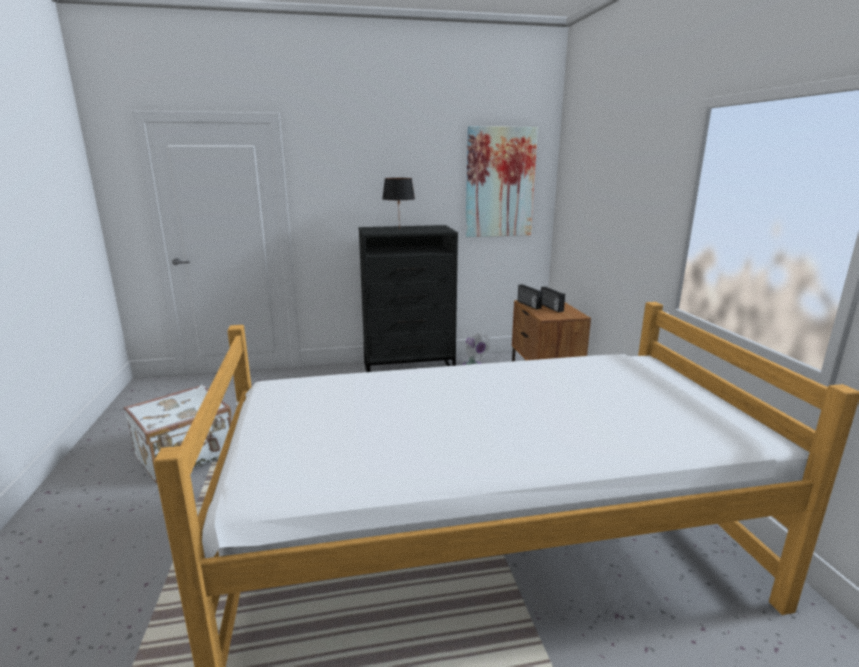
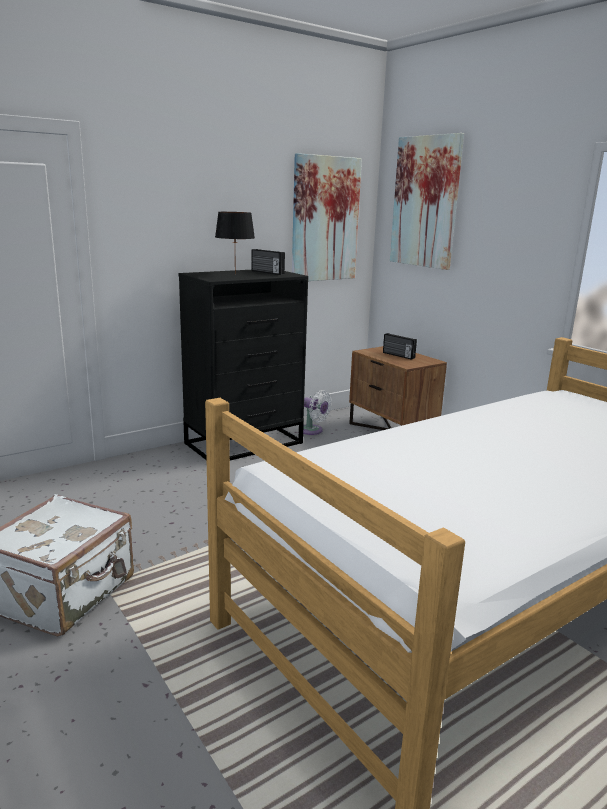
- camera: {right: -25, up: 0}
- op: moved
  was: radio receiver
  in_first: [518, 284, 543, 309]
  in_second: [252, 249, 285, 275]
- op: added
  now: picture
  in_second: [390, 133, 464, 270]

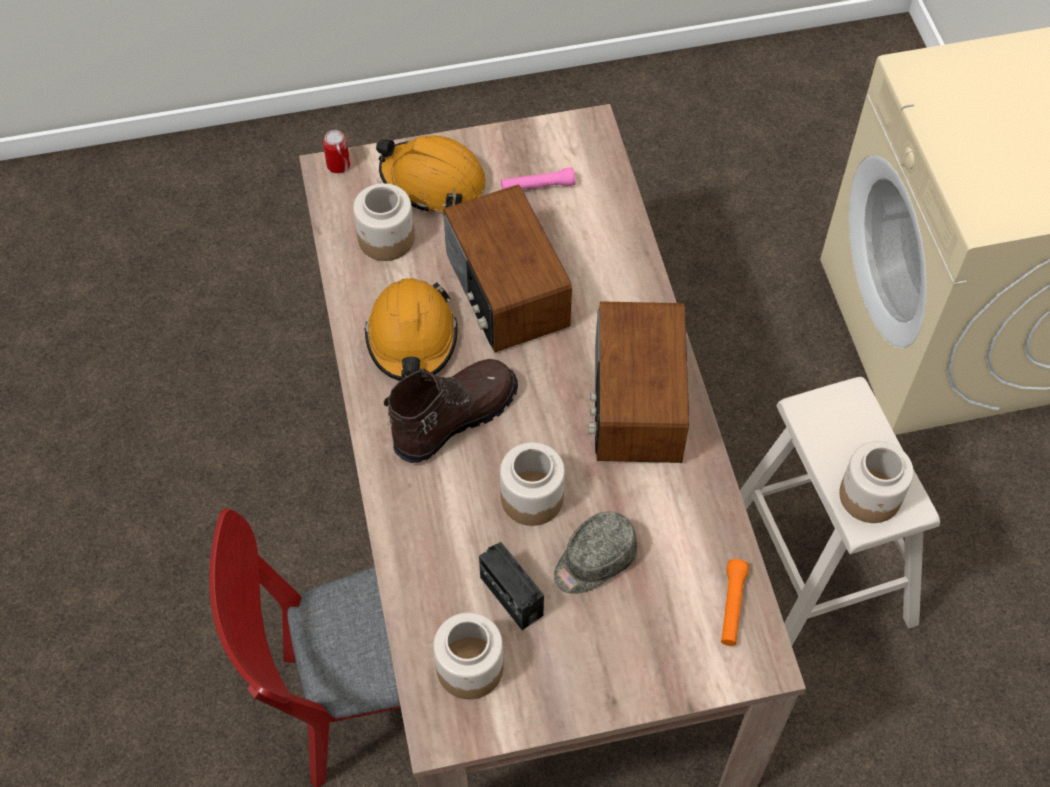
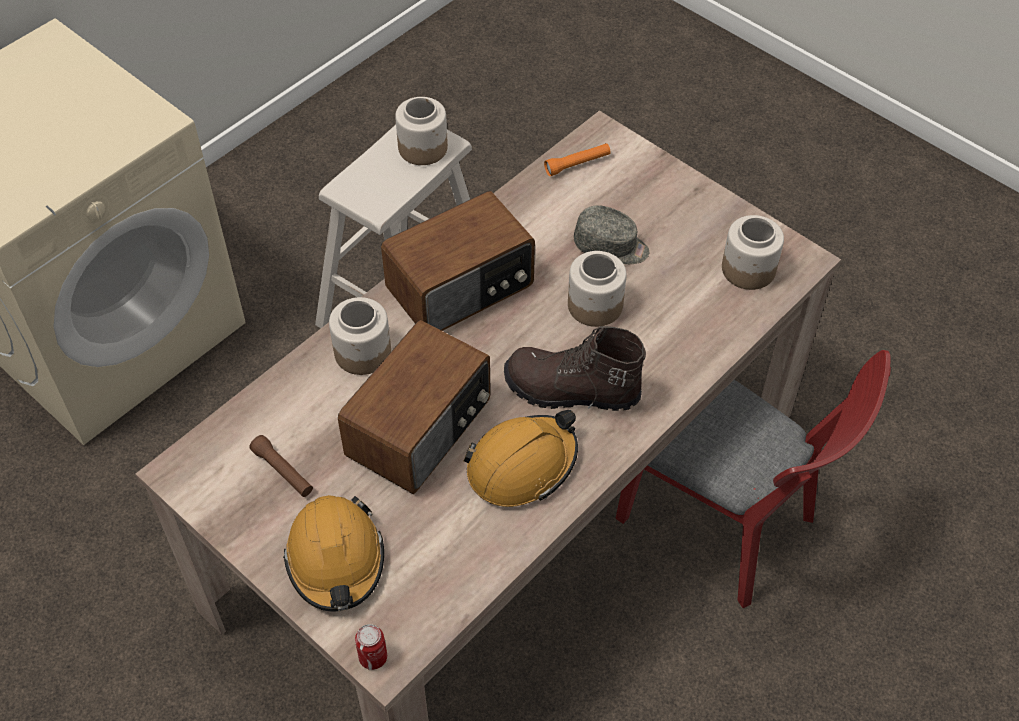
- camera: {right: -125, up: -5}
- op: recoloured
  was: hand torch (pink-coloured)
  now: hand torch (brownish)
  in_first: [501, 167, 575, 189]
  in_second: [249, 435, 313, 497]
- op: moved
  was: storage jar
  in_first: [353, 183, 415, 261]
  in_second: [329, 297, 391, 375]
- op: removed
  was: radio receiver
  in_first: [479, 542, 544, 630]

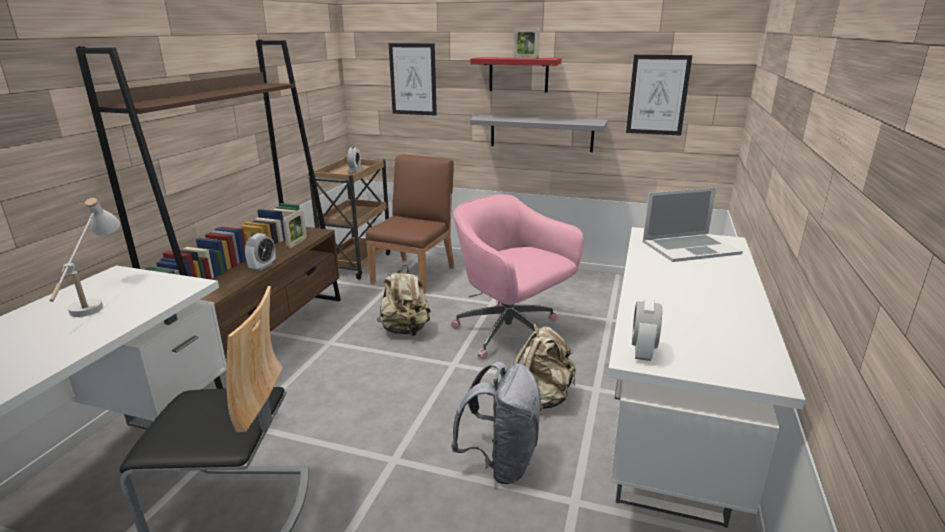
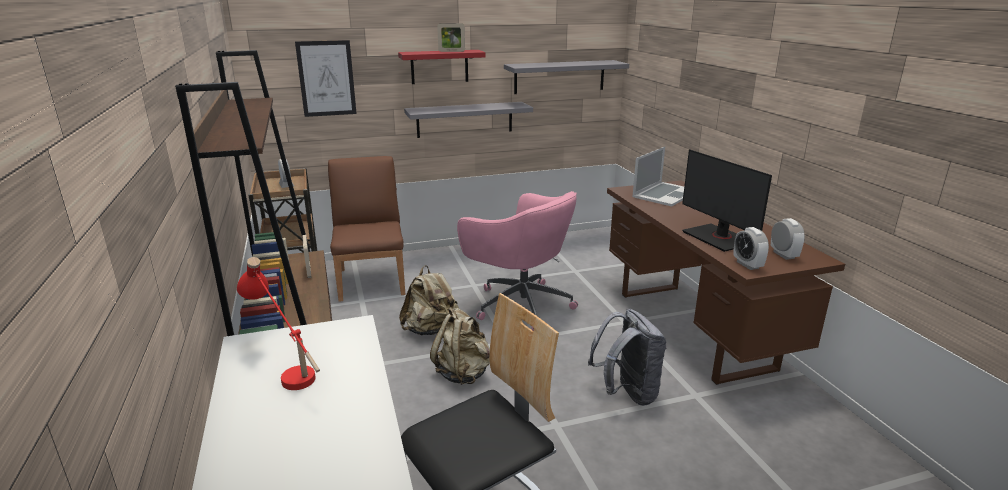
- camera: {right: -35, up: 0}
- op: recoloured
  was: table lamp (whitish)
  now: table lamp (red-coloured)
  in_first: [49, 198, 120, 317]
  in_second: [237, 257, 320, 390]
- op: moved
  was: rucksack (sand-coloured)
  in_first: [513, 323, 576, 411]
  in_second: [430, 307, 490, 385]
- op: turned
  was: office chair (pink-coloured)
  in_first: [451, 195, 584, 360]
  in_second: [457, 191, 578, 331]
  clockwise: -150
- op: replaced
  was: picture
  now: bracket shelf (greyish)
  in_first: [626, 55, 692, 136]
  in_second: [504, 60, 629, 94]
- op: recoloured
  was: desk (whitish)
  now: desk (brownish)
  in_first: [608, 227, 806, 528]
  in_second: [607, 180, 845, 385]
- op: added
  now: computer display
  in_second: [682, 149, 772, 252]
- op: moved
  was: alarm clock
  in_first: [245, 233, 276, 271]
  in_second: [771, 218, 805, 260]

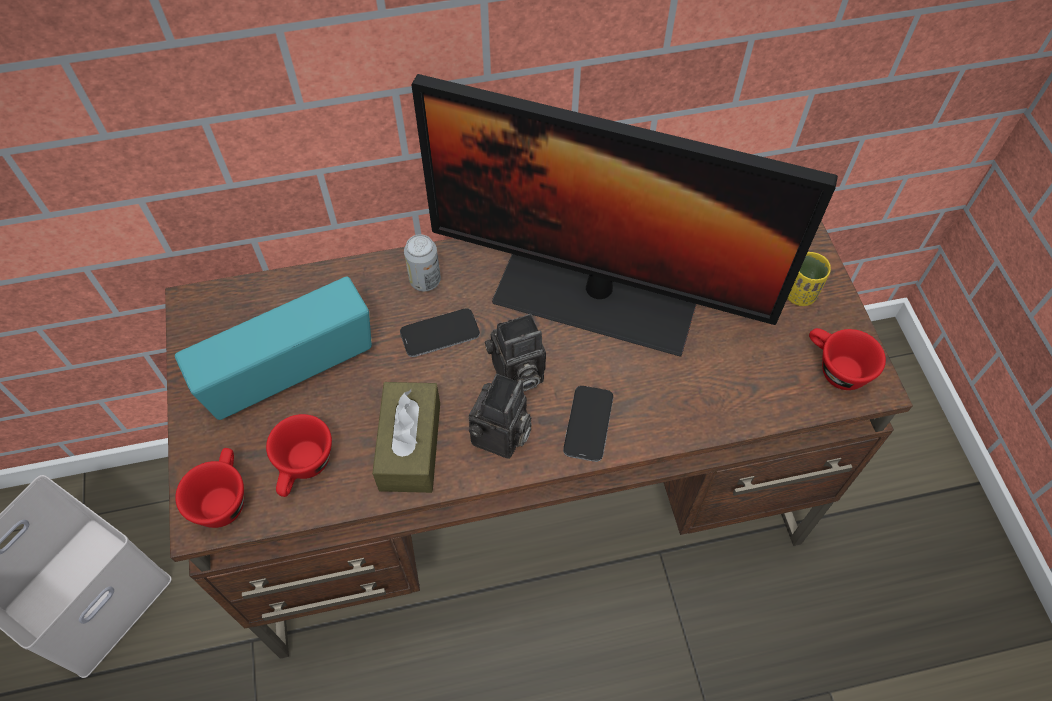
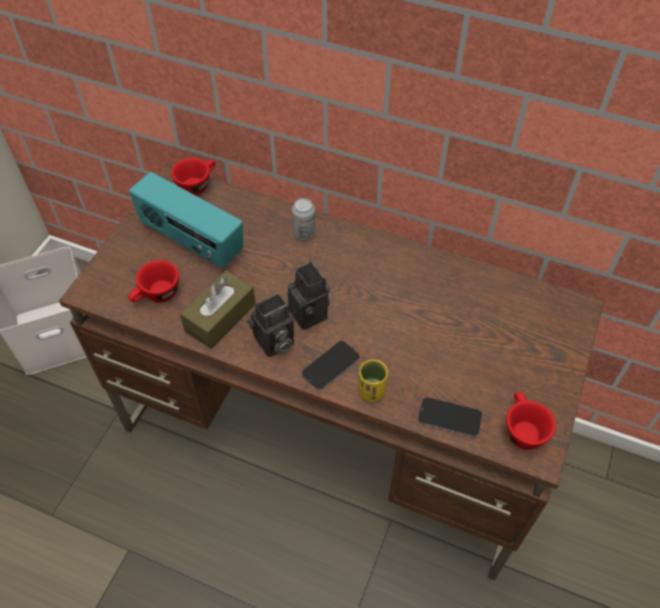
- camera: {right: 35, up: -5}
- op: turned
  was: radio receiver
  in_first: [175, 277, 372, 420]
  in_second: [129, 172, 243, 268]
  clockwise: -150
- op: moved
  was: cup (red-coloured)
  in_first: [175, 448, 244, 528]
  in_second: [171, 158, 215, 195]
- op: turned
  was: photo camera
  in_first: [485, 314, 546, 391]
  in_second: [288, 260, 330, 330]
  clockwise: -135
- op: moved
  was: cup (yellow)
  in_first: [787, 252, 831, 306]
  in_second: [358, 360, 388, 402]
- op: moved
  was: phone
  in_first: [400, 308, 480, 357]
  in_second: [418, 398, 482, 437]
- op: removed
  was: computer display
  in_first: [412, 74, 838, 357]

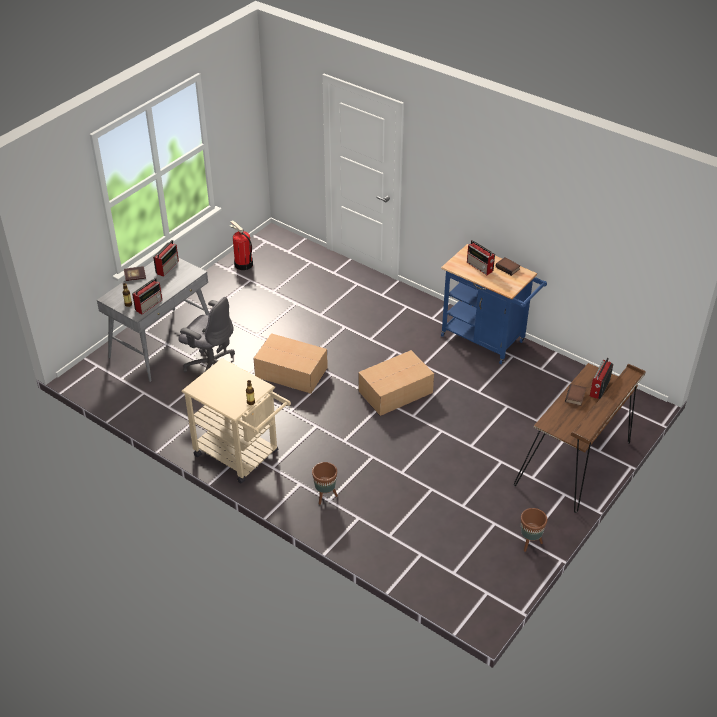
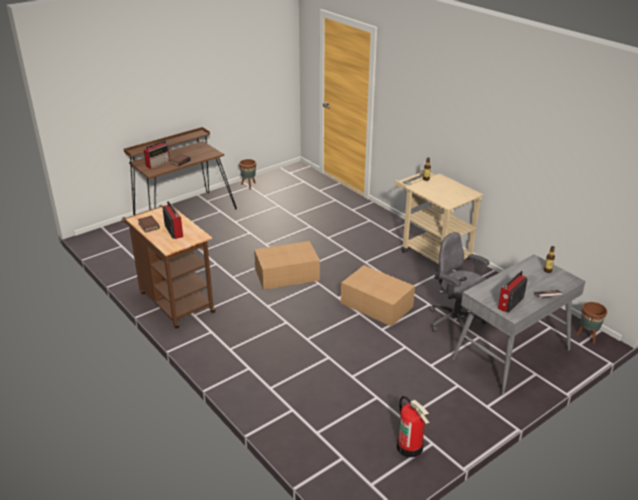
- camera: {right: -165, up: -10}
- op: recoloured
  was: wheeled cart (bluish)
  now: wheeled cart (brownish)
  in_first: [441, 244, 547, 364]
  in_second: [122, 205, 216, 330]
- op: moved
  was: plant pot (brownish)
  in_first: [312, 462, 338, 505]
  in_second: [576, 302, 607, 344]
- op: removed
  was: radio receiver
  in_first: [132, 278, 162, 314]

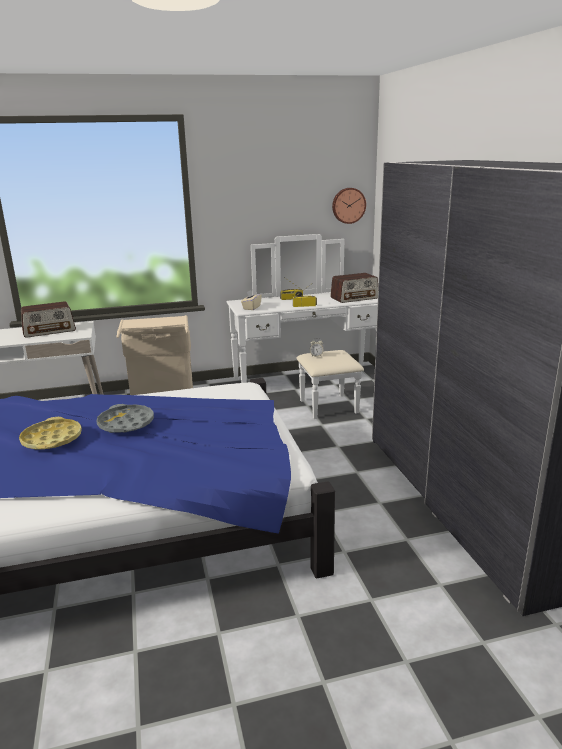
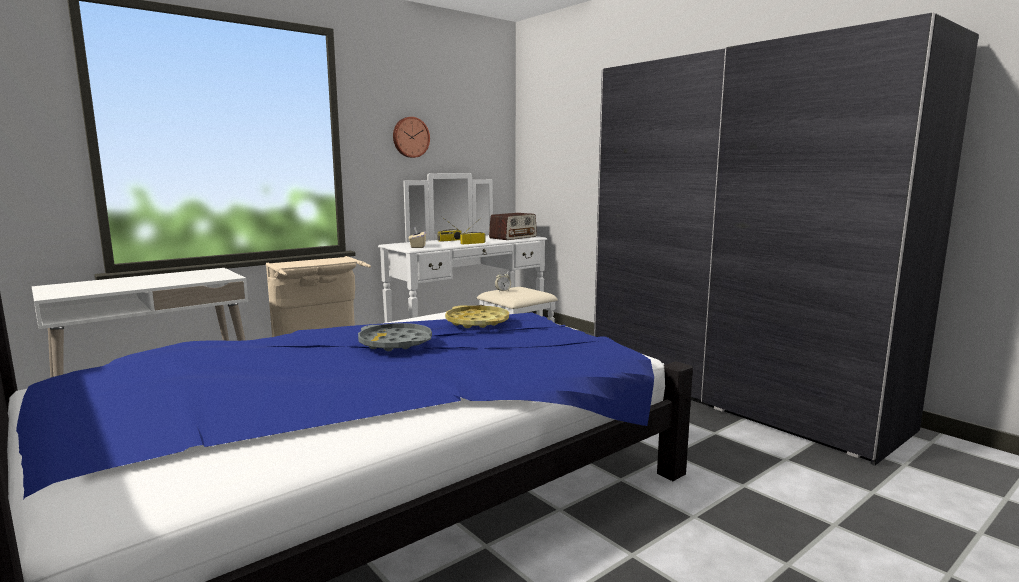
- camera: {right: -25, up: -10}
- op: moved
  was: wall clock
  in_first: [332, 188, 366, 224]
  in_second: [393, 117, 430, 158]
- op: moved
  was: carrying tray (yellow)
  in_first: [19, 417, 82, 449]
  in_second: [445, 305, 509, 328]
- op: removed
  was: radio receiver
  in_first: [21, 301, 76, 338]

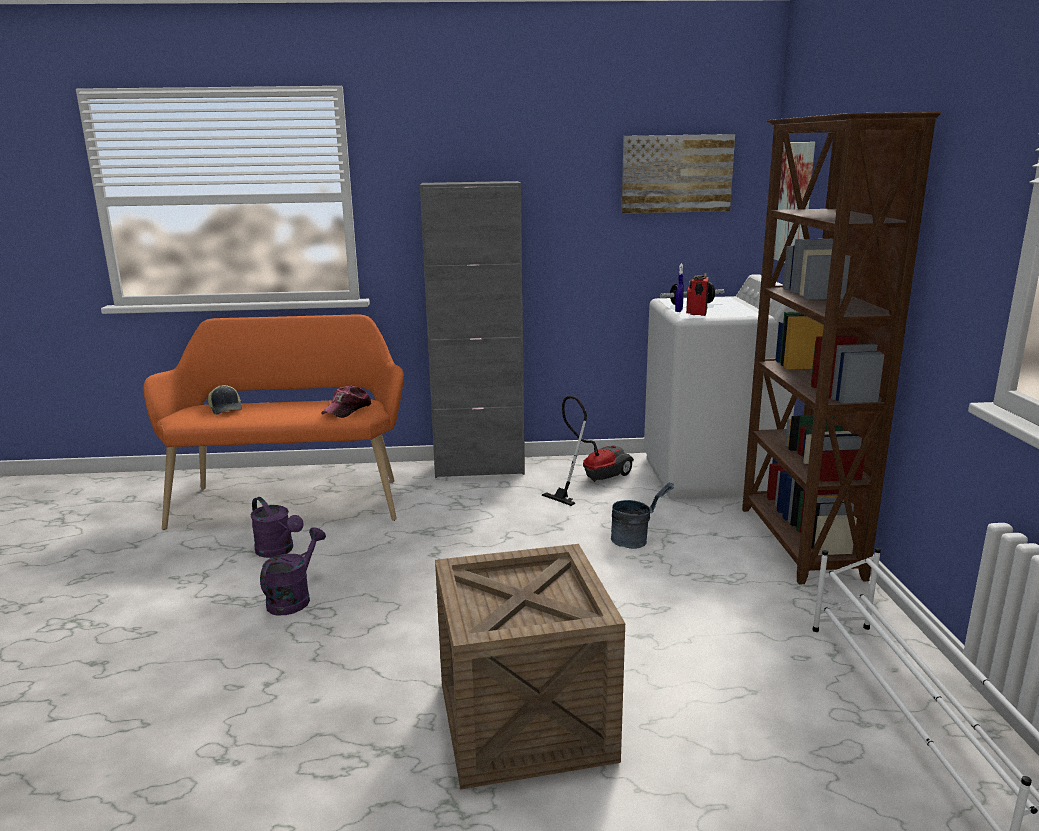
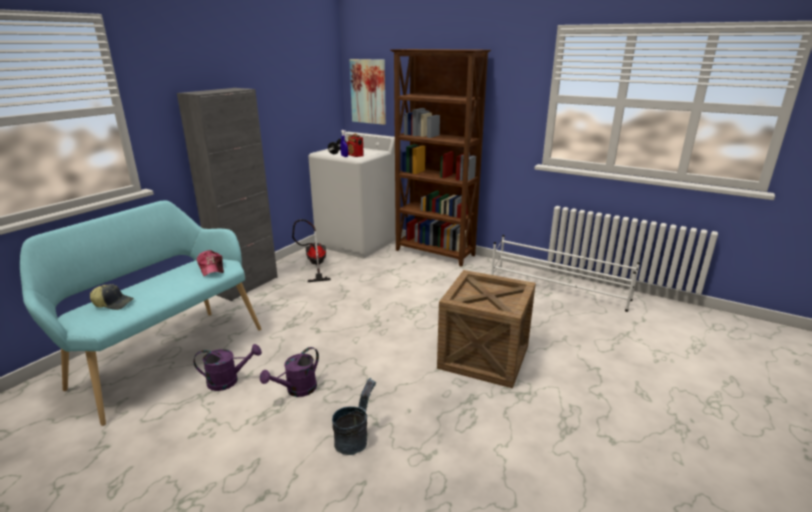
- camera: {right: -55, up: 5}
- op: recoloured
  was: long seat (orangey)
  now: long seat (turquoise)
  in_first: [143, 314, 404, 530]
  in_second: [20, 200, 261, 426]
- op: turned
  was: watering pot (purplish)
  in_first: [260, 527, 326, 615]
  in_second: [260, 347, 319, 397]
  clockwise: -105
- op: moved
  was: water bucket (greyish)
  in_first: [611, 482, 674, 549]
  in_second: [332, 378, 376, 455]
- op: removed
  was: picture
  in_first: [621, 134, 735, 213]

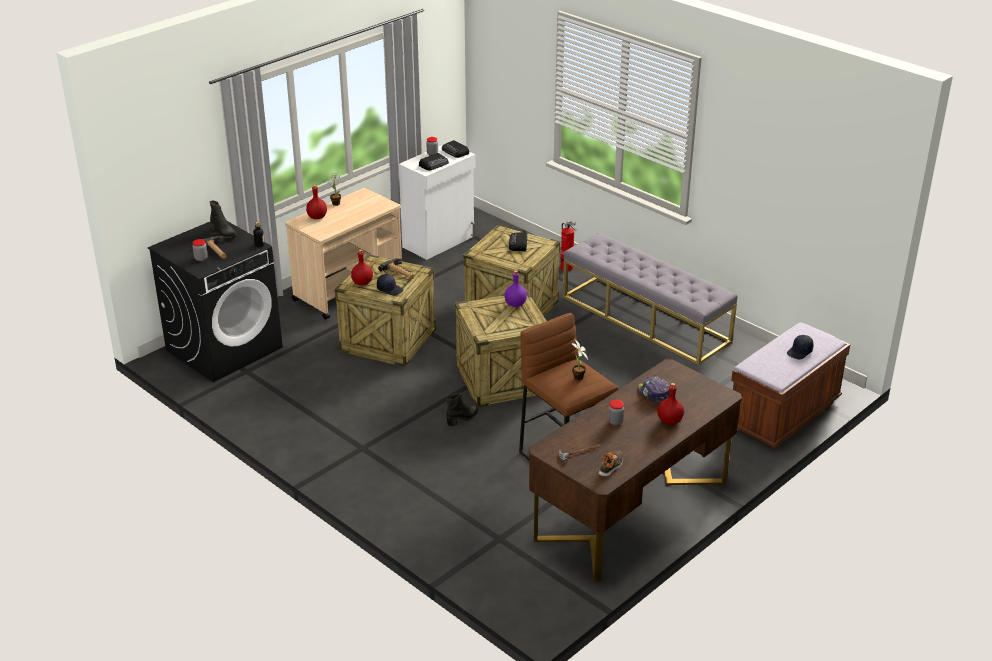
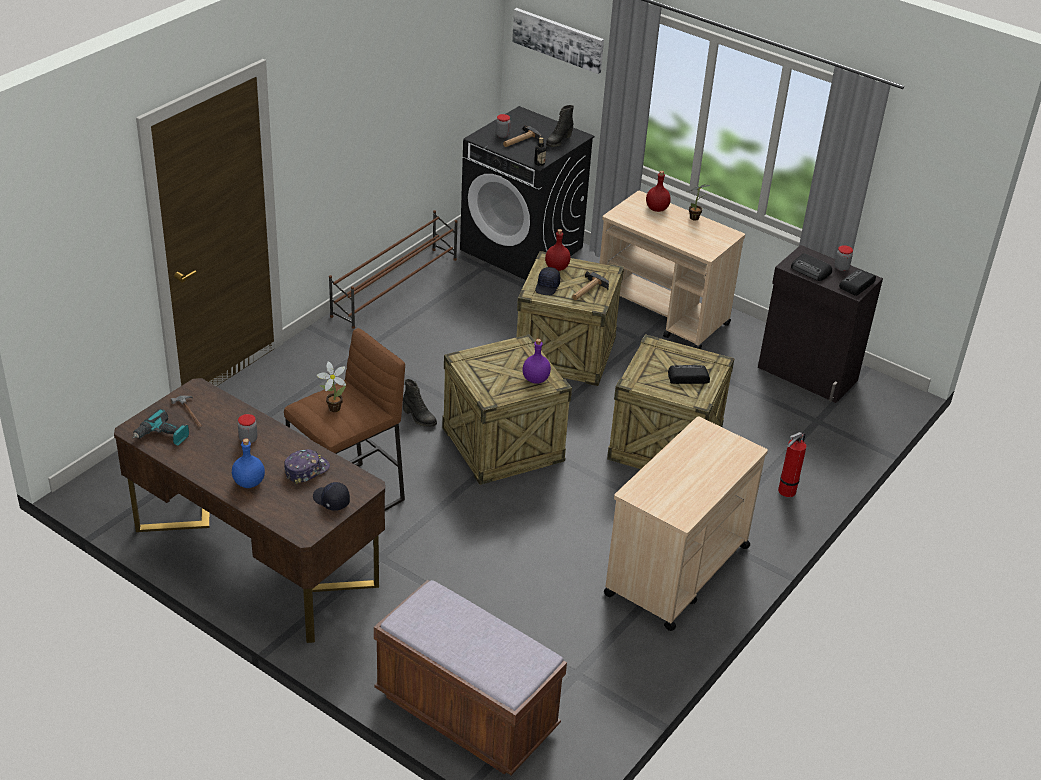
- camera: {right: 80, up: 5}
- op: replaced
  was: shoe
  now: electric drill
  in_first: [598, 451, 623, 477]
  in_second: [132, 409, 189, 446]
- op: recoloured
  was: bottle (red-coloured)
  now: bottle (bluish)
  in_first: [657, 383, 684, 425]
  in_second: [232, 438, 265, 488]
- op: moved
  was: cap (black)
  in_first: [787, 335, 814, 359]
  in_second: [313, 482, 350, 511]
- op: added
  now: shoe rack (brownish)
  in_second: [329, 210, 458, 329]
- op: added
  now: picture
  in_second: [512, 8, 604, 74]
- op: replaced
  was: long seat (greyish)
  now: wheeled cart (sand-coloured)
  in_first: [563, 233, 738, 365]
  in_second: [604, 416, 768, 631]
- op: recoloured
  was: cabinet (whitish)
  now: cabinet (black)
  in_first: [399, 145, 476, 260]
  in_second: [758, 245, 883, 403]

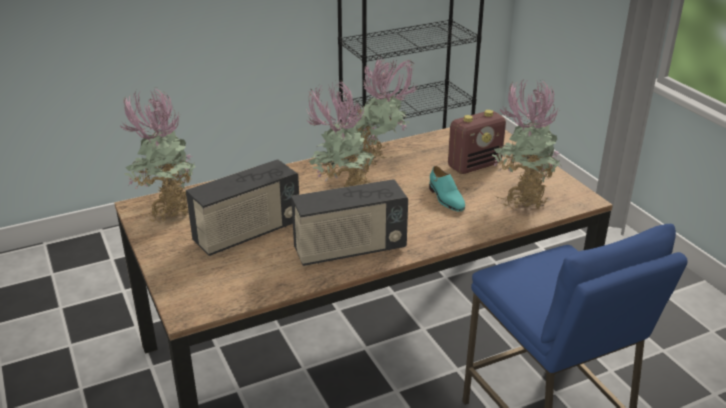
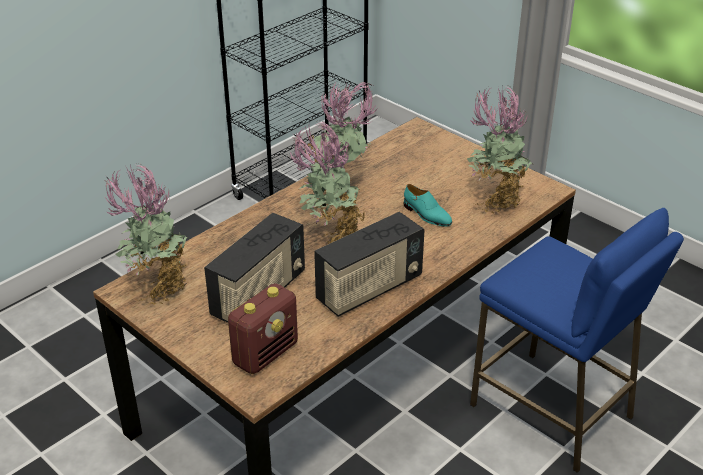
- camera: {right: -20, up: 5}
- op: moved
  was: radio receiver
  in_first: [448, 110, 506, 174]
  in_second: [228, 283, 298, 374]

